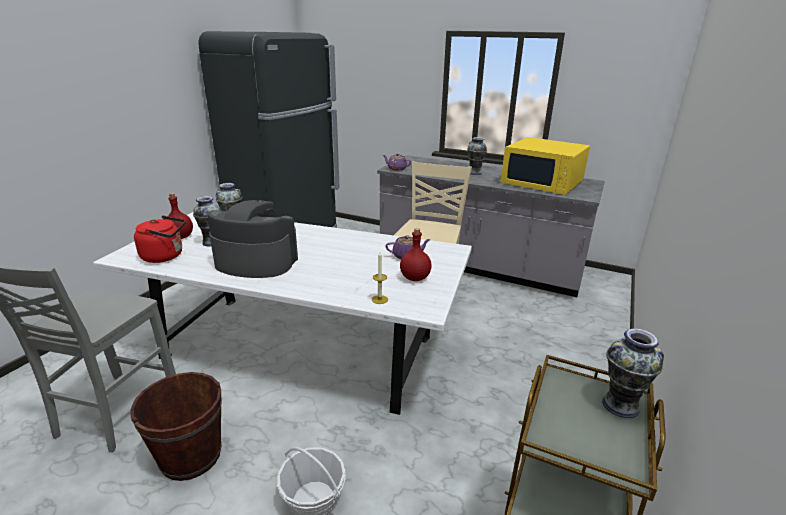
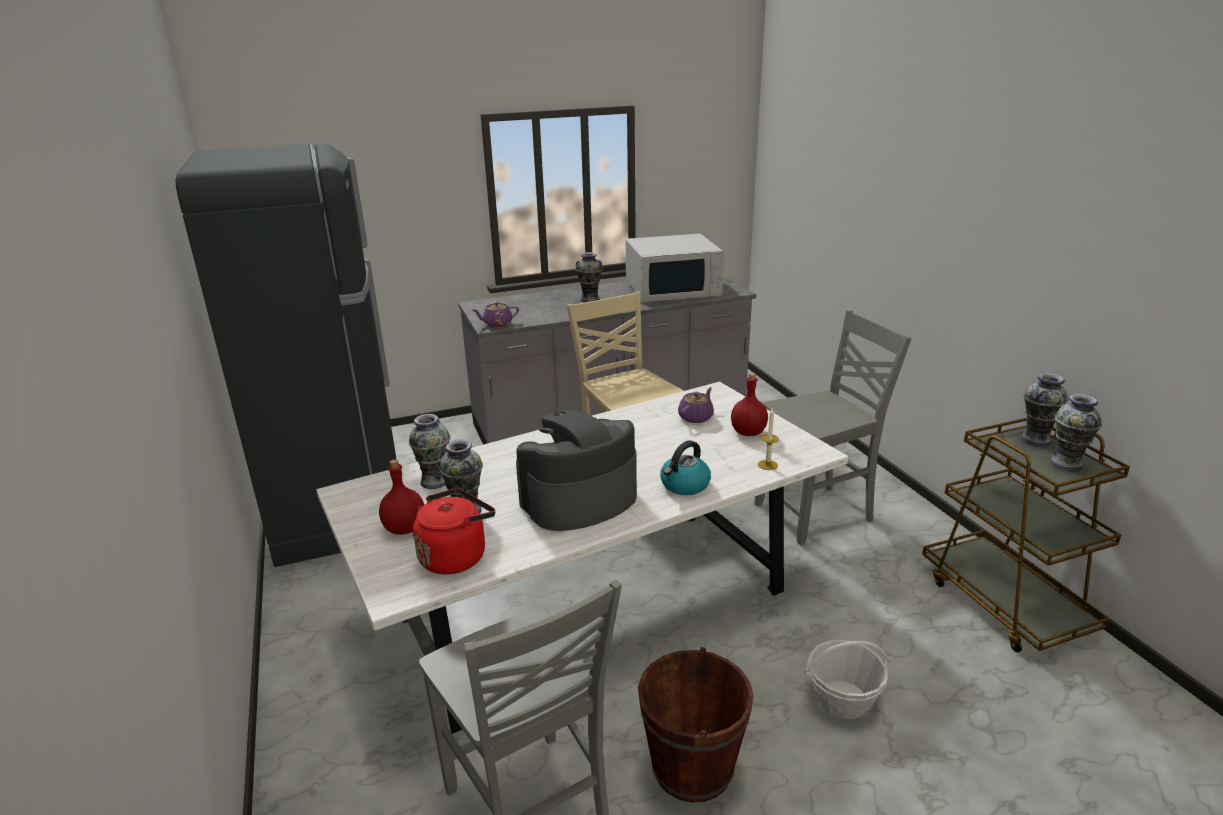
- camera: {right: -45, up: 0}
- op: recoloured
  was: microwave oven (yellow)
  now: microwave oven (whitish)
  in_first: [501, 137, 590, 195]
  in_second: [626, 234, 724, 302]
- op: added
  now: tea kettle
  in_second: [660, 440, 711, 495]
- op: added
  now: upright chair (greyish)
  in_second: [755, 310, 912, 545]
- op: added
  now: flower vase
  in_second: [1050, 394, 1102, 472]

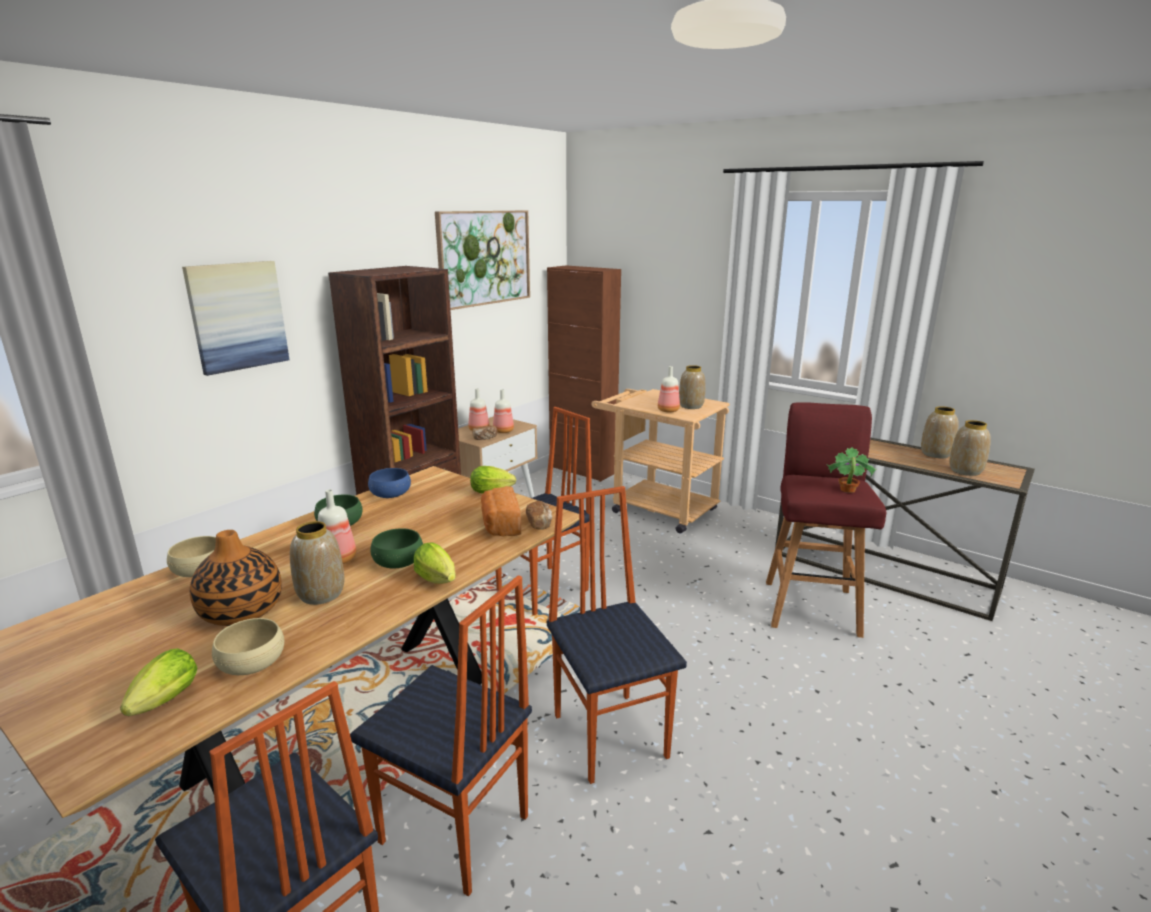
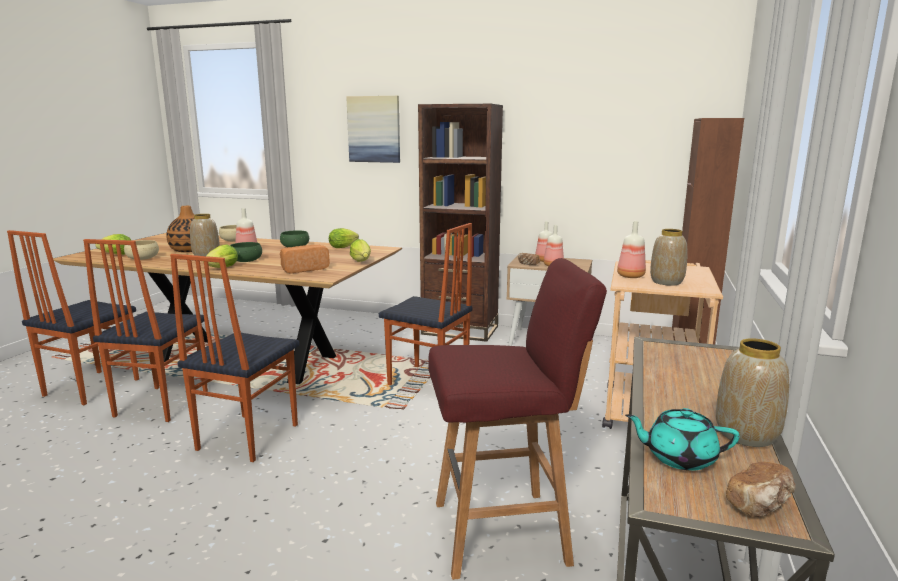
- camera: {right: 70, up: -5}
- op: turned
  was: upright chair
  in_first: [547, 486, 687, 784]
  in_second: [170, 254, 299, 462]
  clockwise: 150
- op: replaced
  was: deep dish (bluish)
  now: lettuce head
  in_first: [368, 468, 411, 498]
  in_second: [329, 228, 359, 248]
- op: replaced
  was: flower vase
  now: teapot (turquoise)
  in_first: [949, 420, 991, 476]
  in_second: [625, 408, 740, 471]
- op: moved
  was: bakery bread
  in_first: [526, 501, 552, 530]
  in_second: [726, 461, 796, 517]
- op: removed
  was: picture
  in_first: [435, 211, 530, 310]
- op: removed
  was: plant in a pot
  in_first: [826, 447, 876, 493]

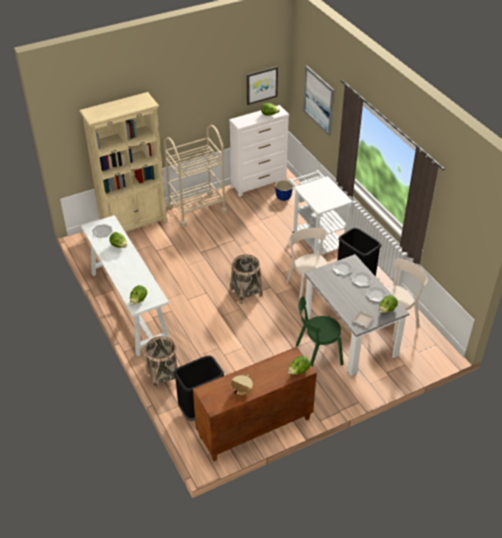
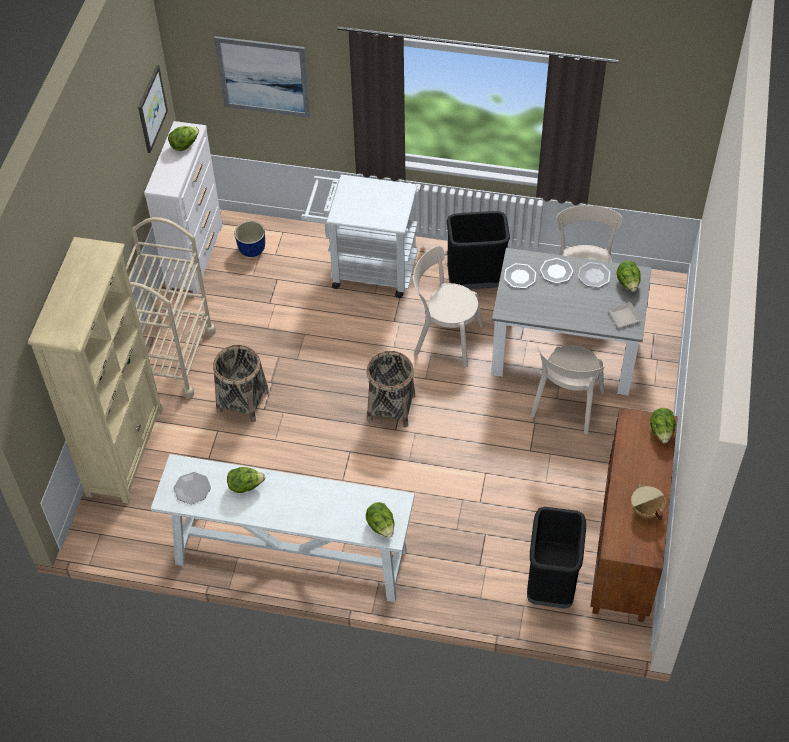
- camera: {right: -50, up: 10}
- op: moved
  was: household basket
  in_first: [144, 336, 178, 390]
  in_second: [213, 345, 269, 422]
- op: recoloured
  was: upright chair (green)
  now: upright chair (sand-coloured)
  in_first: [296, 296, 343, 367]
  in_second: [530, 345, 605, 435]

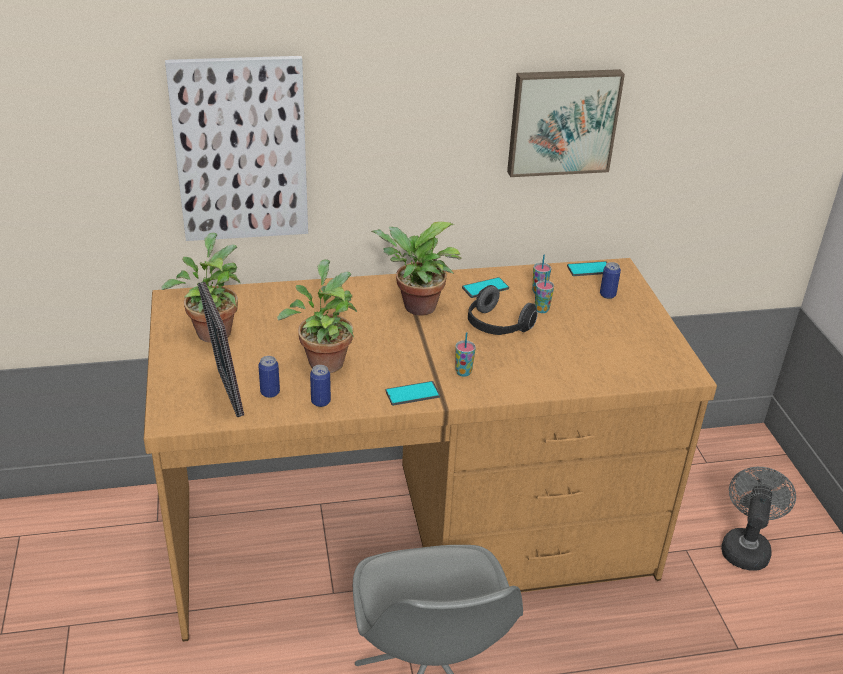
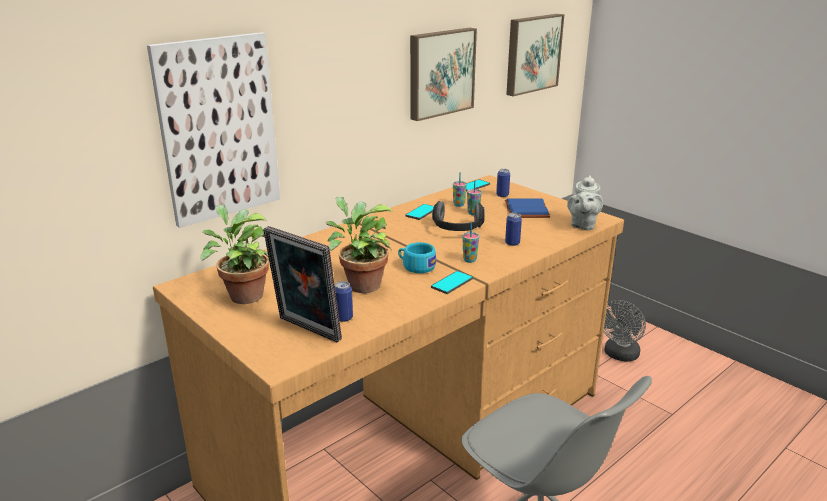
- camera: {right: -30, up: -10}
- op: added
  now: cup (turquoise)
  in_second: [398, 242, 436, 273]
- op: added
  now: bound book (bluish)
  in_second: [505, 198, 550, 218]
- op: moved
  was: metal can
  in_first: [310, 365, 331, 407]
  in_second: [505, 212, 522, 246]
- op: added
  now: picture
  in_second: [506, 14, 564, 96]
- op: added
  now: teapot (greyish)
  in_second: [567, 175, 603, 230]
- op: turned
  was: electric fan (greyish)
  in_first: [721, 467, 796, 570]
  in_second: [603, 300, 646, 362]
  clockwise: -135
- op: removed
  was: plant in a pot
  in_first: [371, 222, 462, 316]

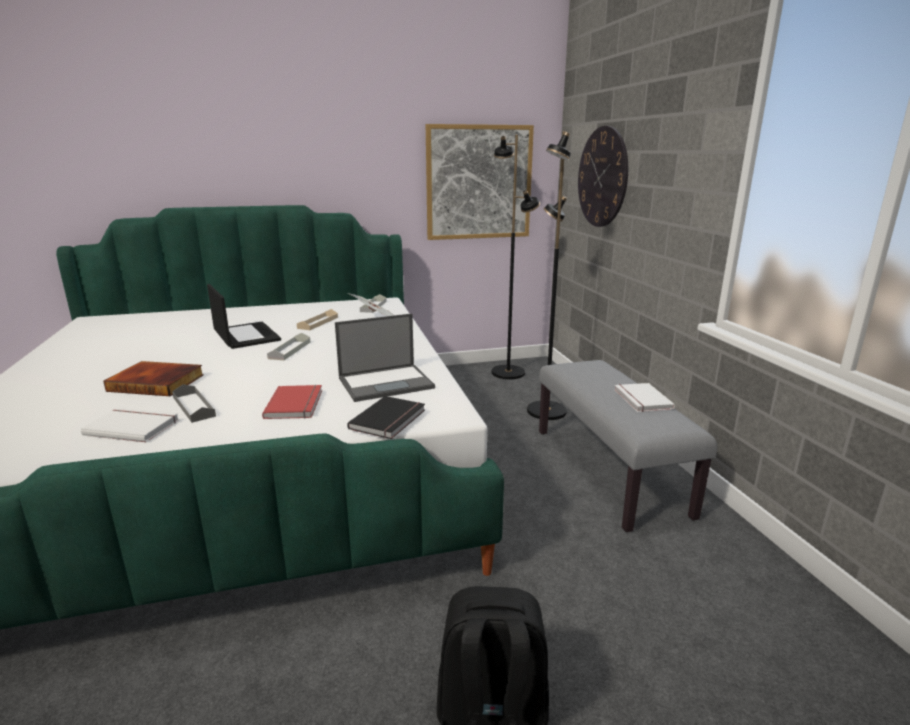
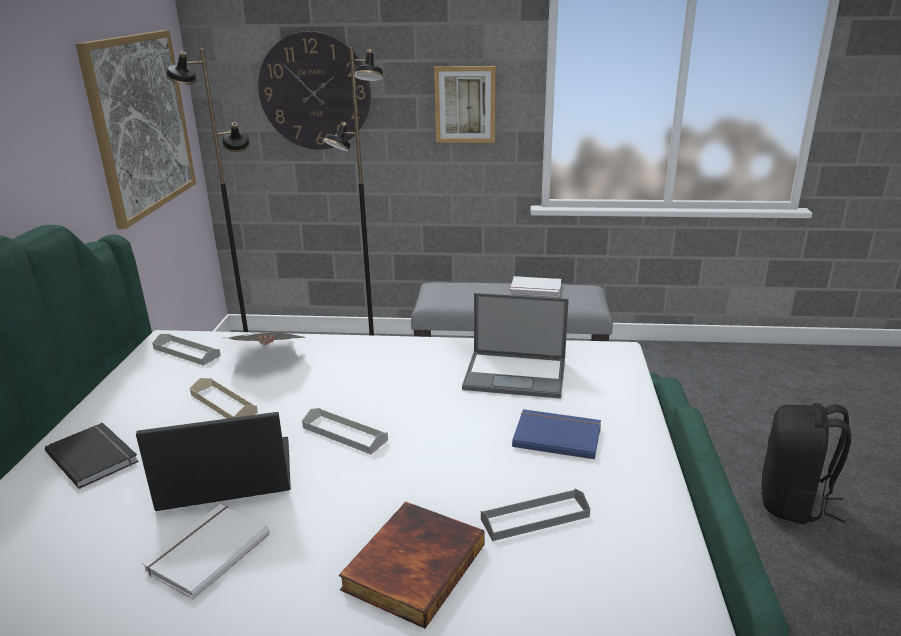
- camera: {right: -70, up: 5}
- op: moved
  was: bound book (black)
  in_first: [347, 396, 425, 439]
  in_second: [45, 423, 139, 489]
- op: moved
  was: bound book (whitish)
  in_first: [81, 408, 179, 442]
  in_second: [142, 504, 270, 600]
- op: added
  now: picture
  in_second: [434, 66, 496, 143]
- op: turned
  was: laptop
  in_first: [335, 313, 435, 402]
  in_second: [462, 293, 569, 399]
  clockwise: 105
- op: recoloured
  was: bound book (red-coloured)
  now: bound book (bluish)
  in_first: [262, 385, 322, 419]
  in_second: [512, 409, 601, 459]

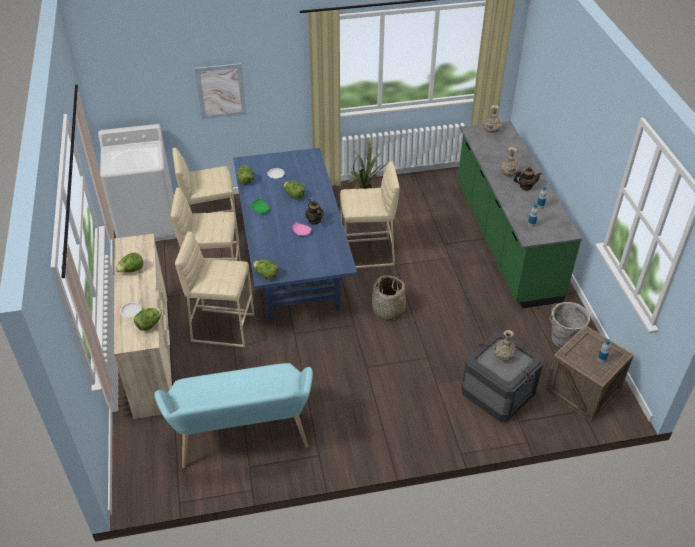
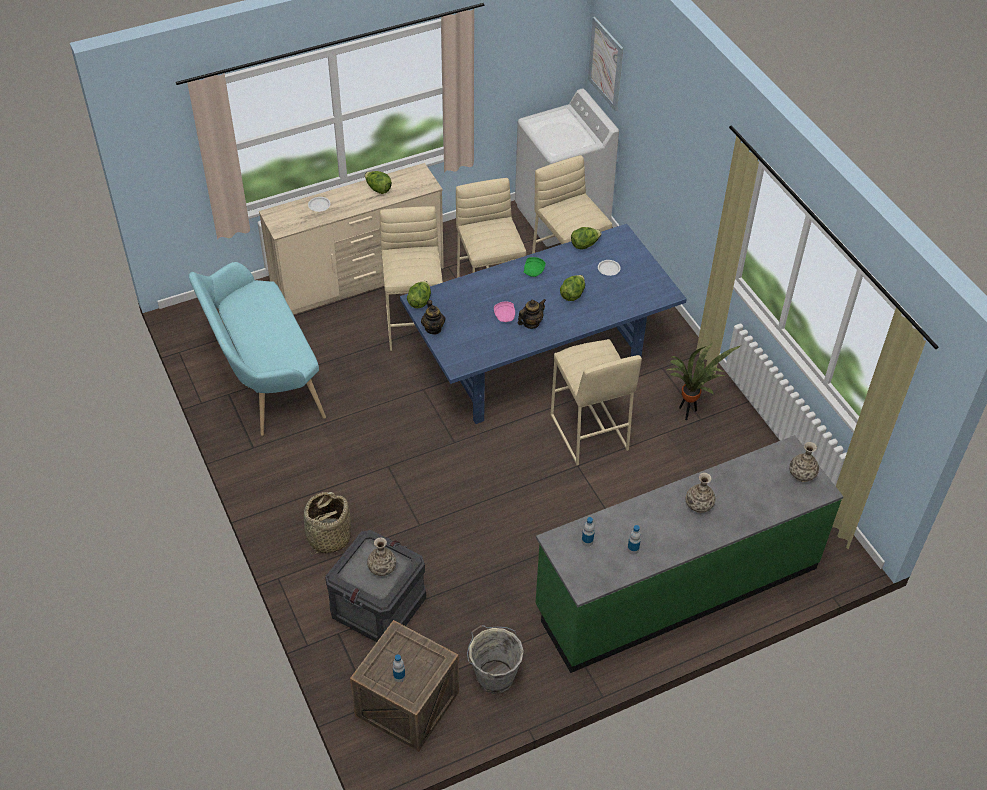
- camera: {right: 75, up: 5}
- op: moved
  was: household basket
  in_first: [372, 275, 406, 320]
  in_second: [304, 492, 351, 554]
- op: moved
  was: teapot
  in_first: [514, 167, 542, 190]
  in_second: [421, 300, 445, 335]
- op: moved
  was: picture
  in_first: [195, 63, 247, 119]
  in_second: [588, 17, 623, 111]
- op: removed
  was: lettuce head
  in_first: [134, 308, 162, 331]

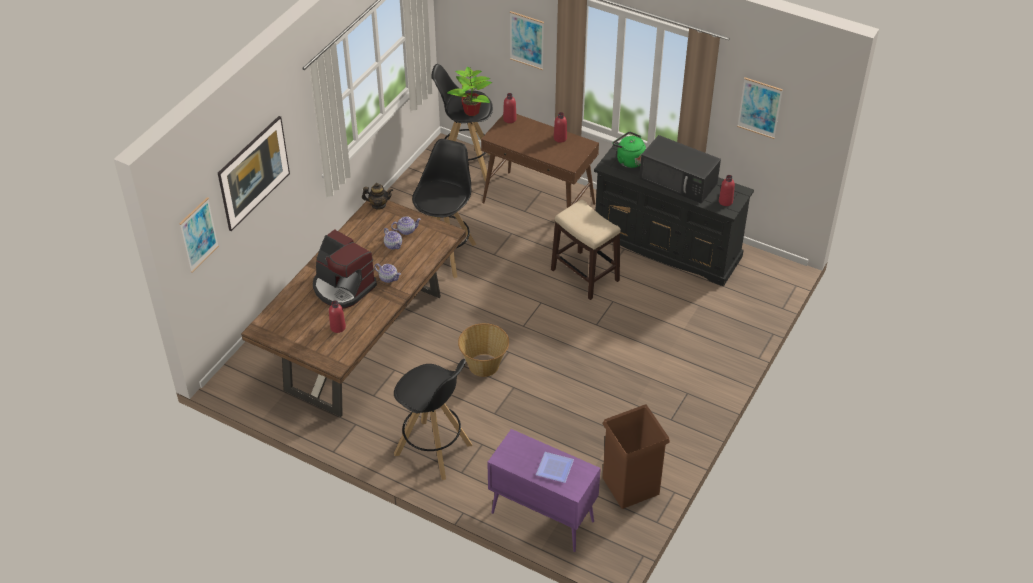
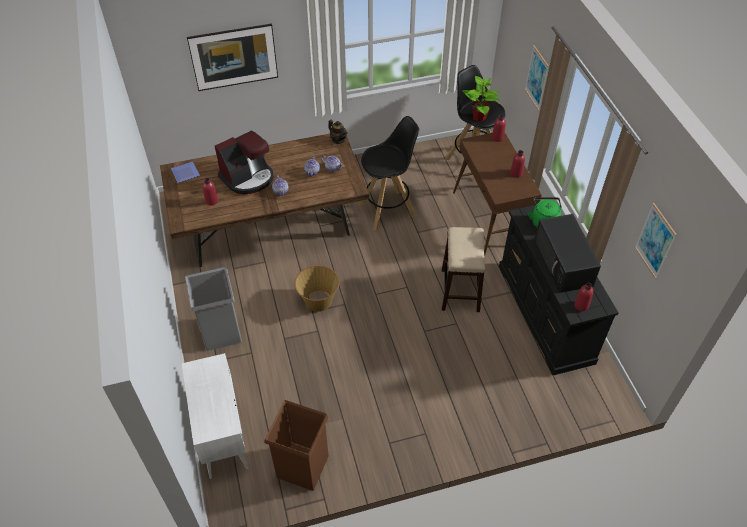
- camera: {right: 45, up: 5}
- op: moved
  was: flat dish
  in_first: [536, 452, 574, 483]
  in_second: [171, 161, 200, 183]
- op: recoloured
  was: cabinet (purplish)
  now: cabinet (whitish)
  in_first: [487, 429, 601, 552]
  in_second: [182, 353, 248, 479]
- op: replaced
  was: sitting stool (black)
  now: trash can (greyish)
  in_first: [394, 359, 472, 480]
  in_second: [185, 267, 242, 351]
- op: turned
  was: coffee brewer
  in_first: [313, 229, 377, 309]
  in_second: [215, 131, 274, 194]
  clockwise: -120
- op: removed
  was: picture
  in_first: [179, 197, 219, 272]

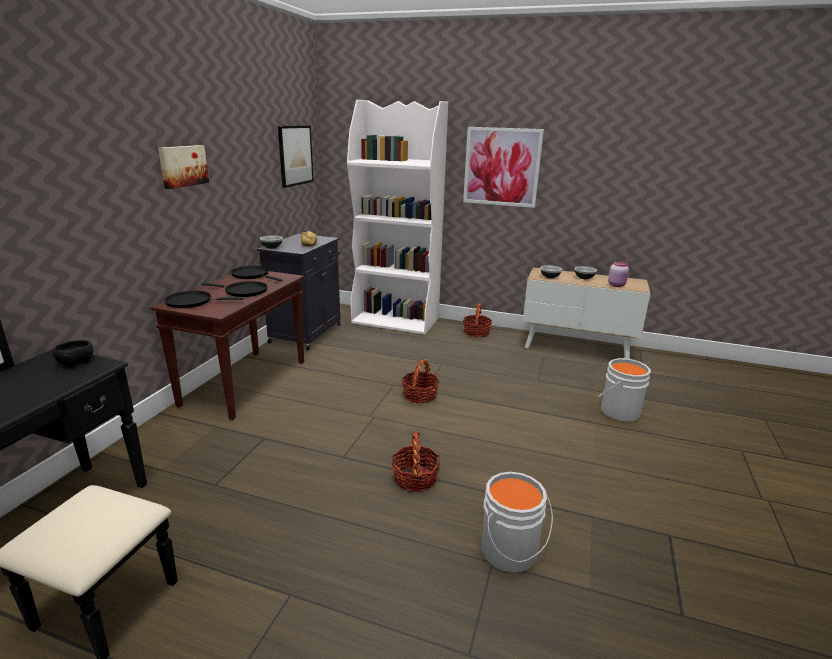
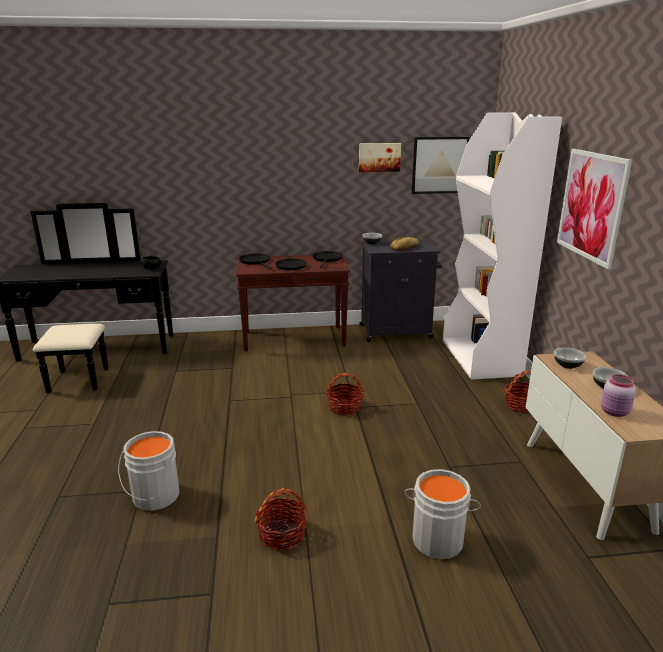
- camera: {right: 65, up: 0}
- op: moved
  was: household basket
  in_first: [392, 432, 440, 492]
  in_second: [255, 488, 307, 550]
- op: moved
  was: picture
  in_first: [158, 145, 209, 189]
  in_second: [359, 143, 401, 172]

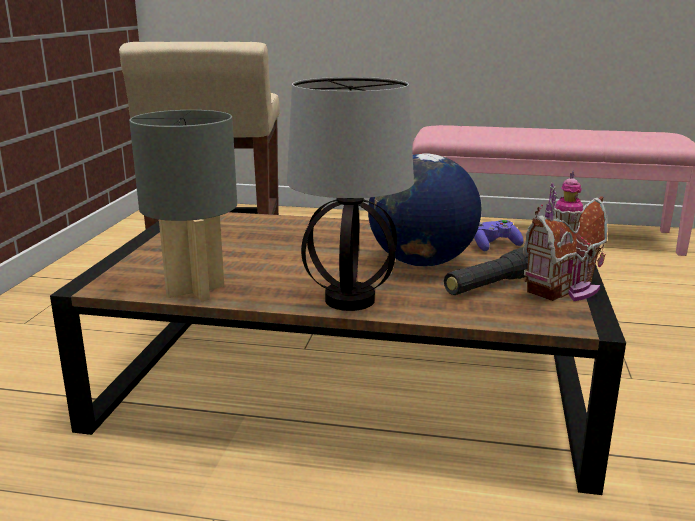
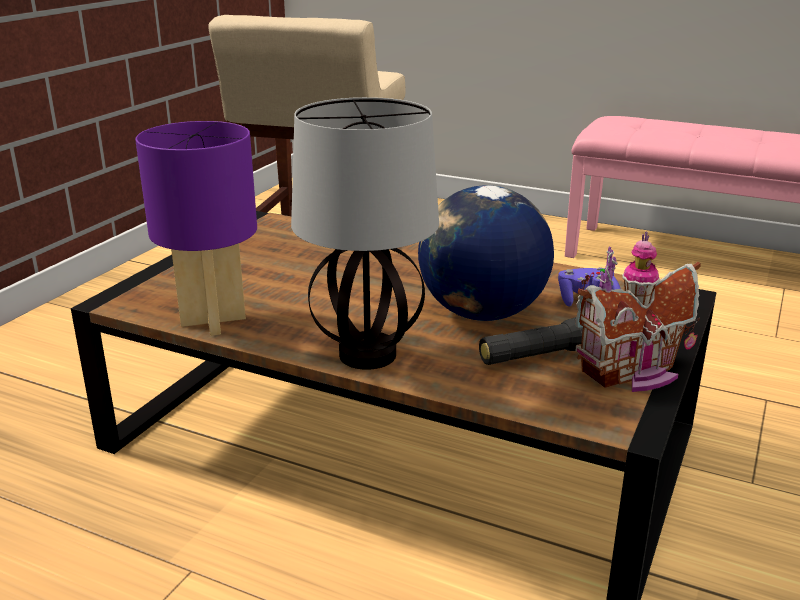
- camera: {right: 15, up: 5}
- op: recoloured
  was: table lamp (greyish)
  now: table lamp (purplish)
  in_first: [129, 110, 237, 302]
  in_second: [135, 121, 257, 336]

